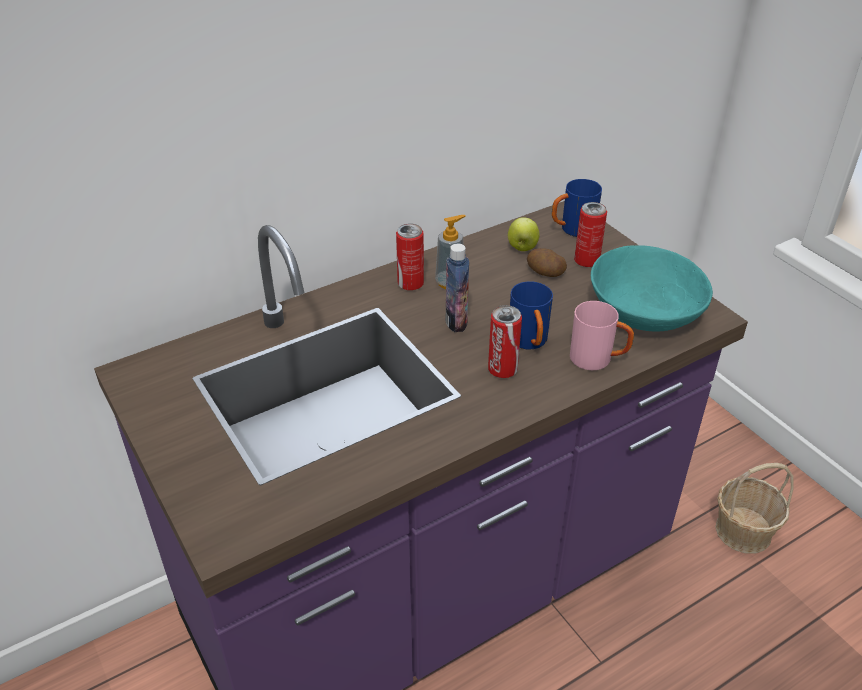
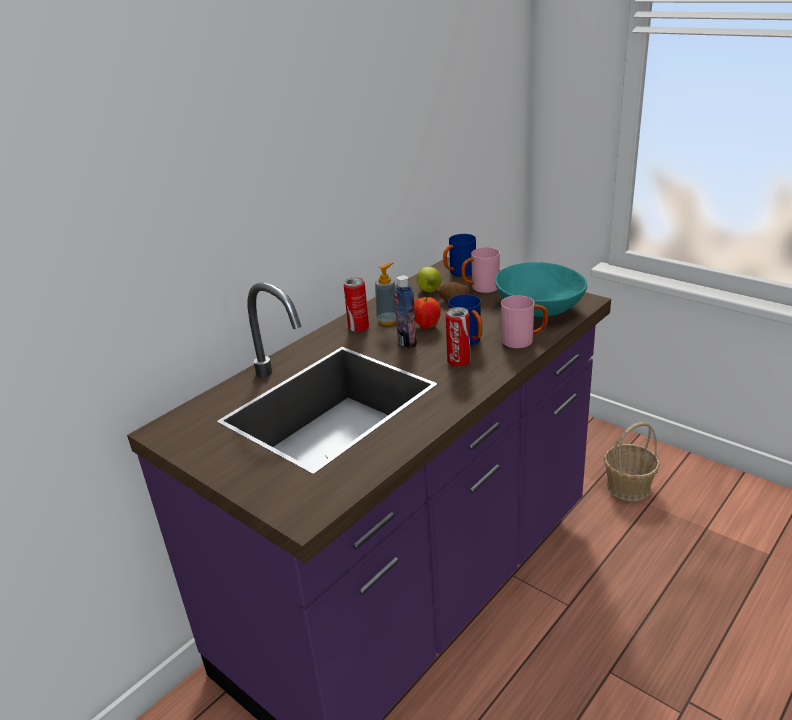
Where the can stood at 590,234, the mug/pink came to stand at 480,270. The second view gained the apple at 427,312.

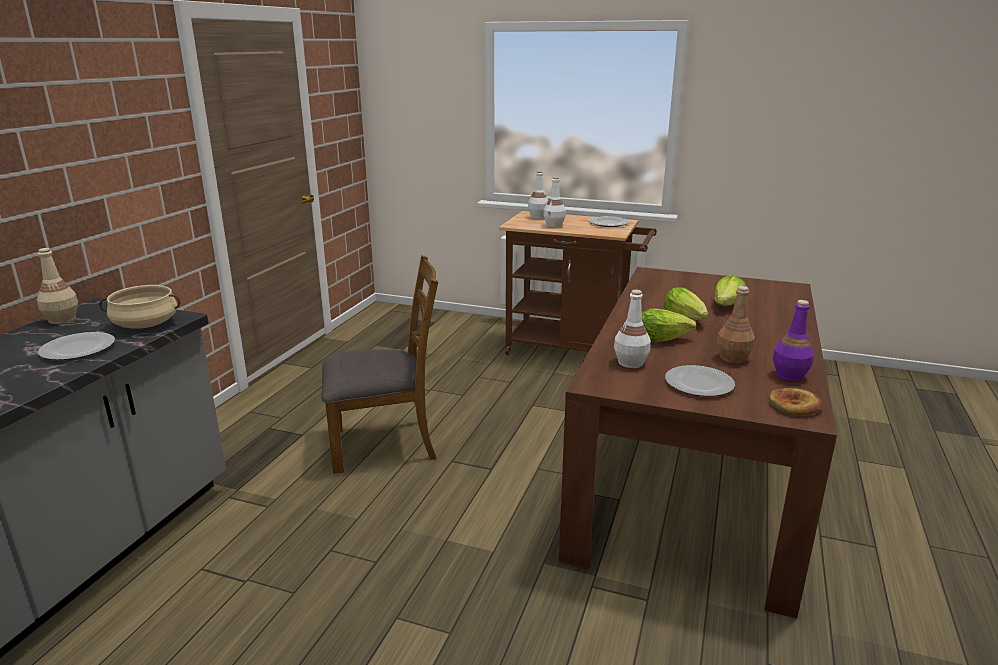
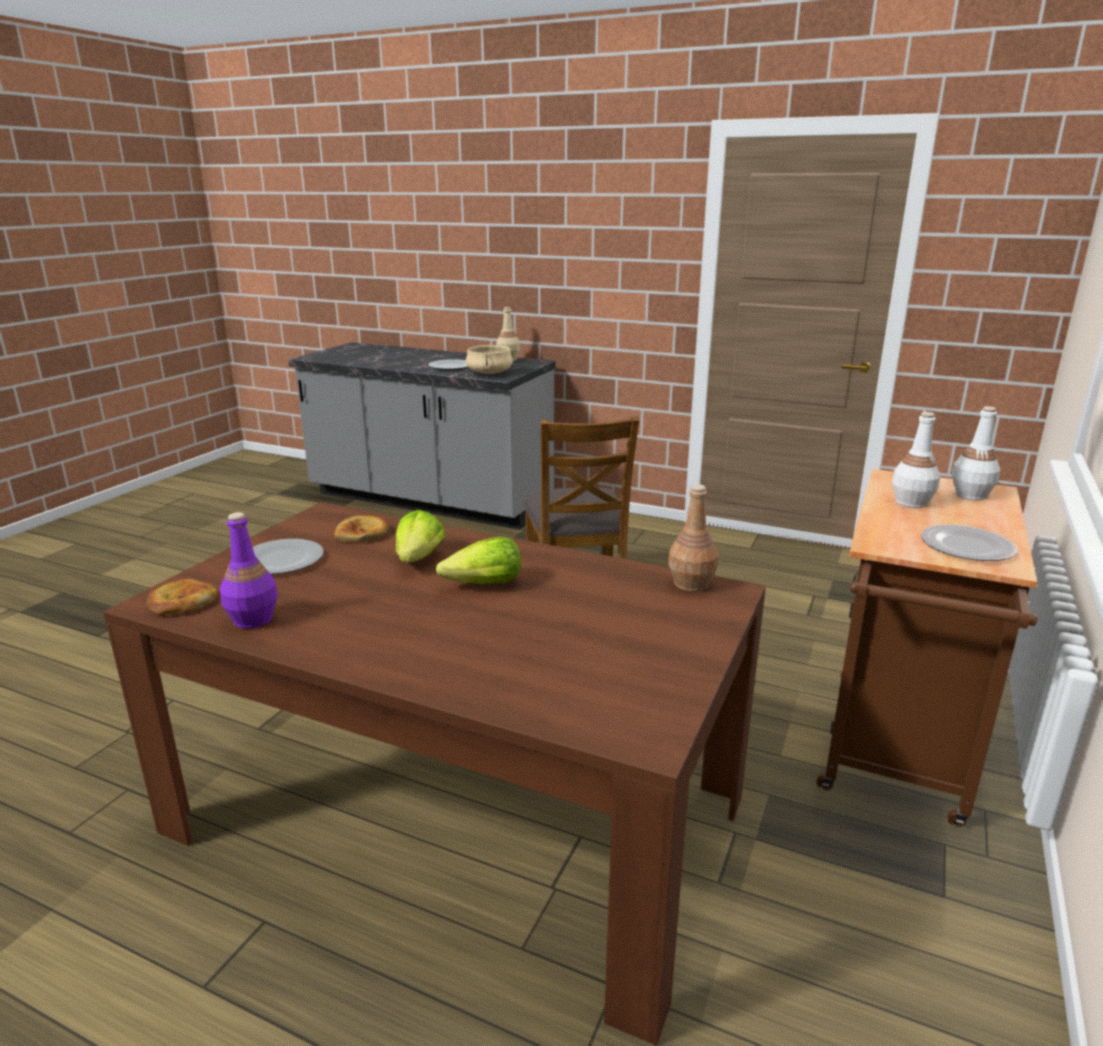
Where the bottle/white stood at 632,329, the bread came to stand at 361,528. The second view lost the lettuce at 730,290. The bottle/brown ended up elsewhere, having gone from 736,325 to 693,538.

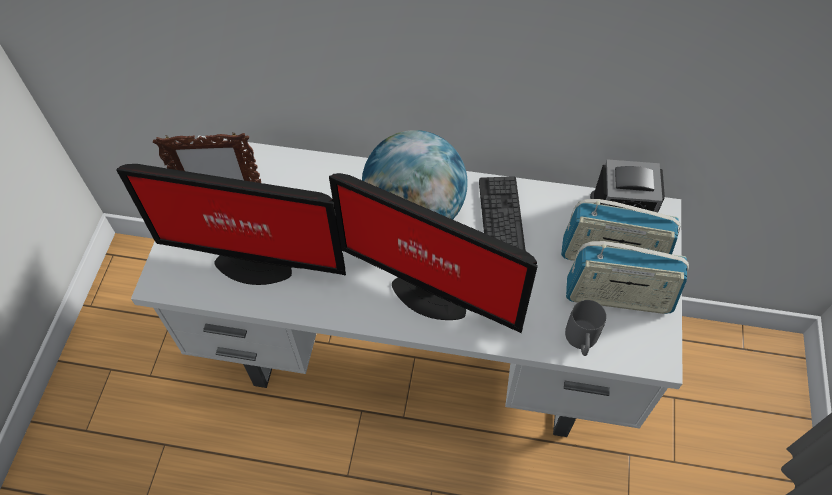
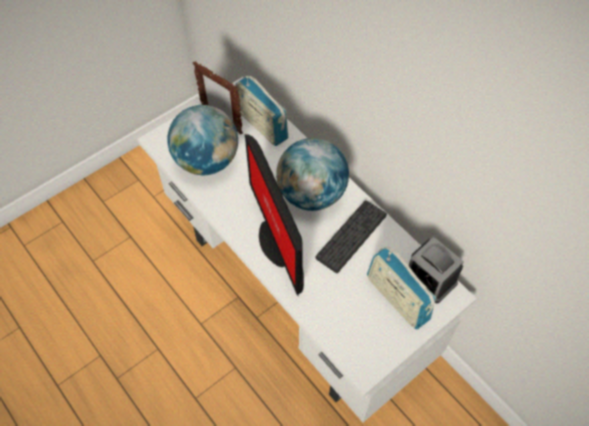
Where the monitor stood at 231,224, the globe came to stand at 202,140. The second view lost the mug/grey at 585,328. The radio ended up elsewhere, having gone from 627,277 to 262,111.

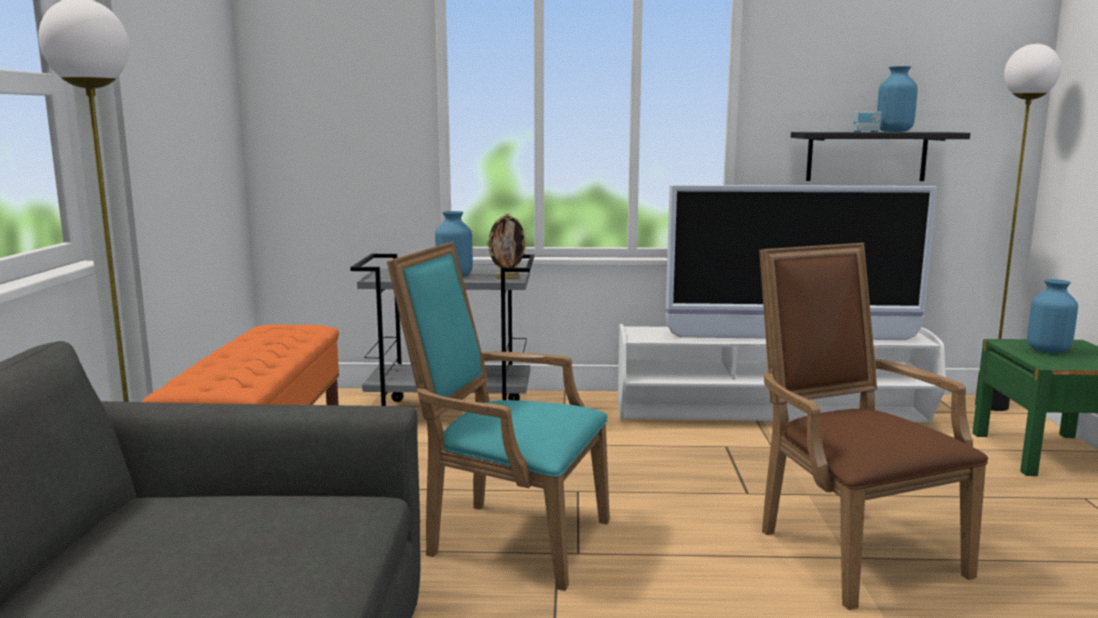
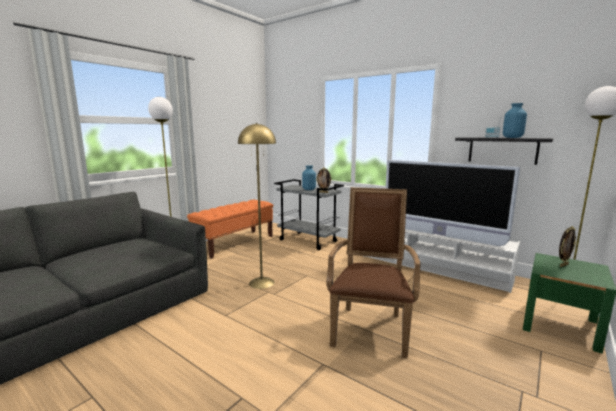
Where the armchair/turquoise stood at 498,416, the floor lamp/yellow came to stand at 257,206. Where the vase/blue stood at 1052,316, the picture frame came to stand at 567,246.

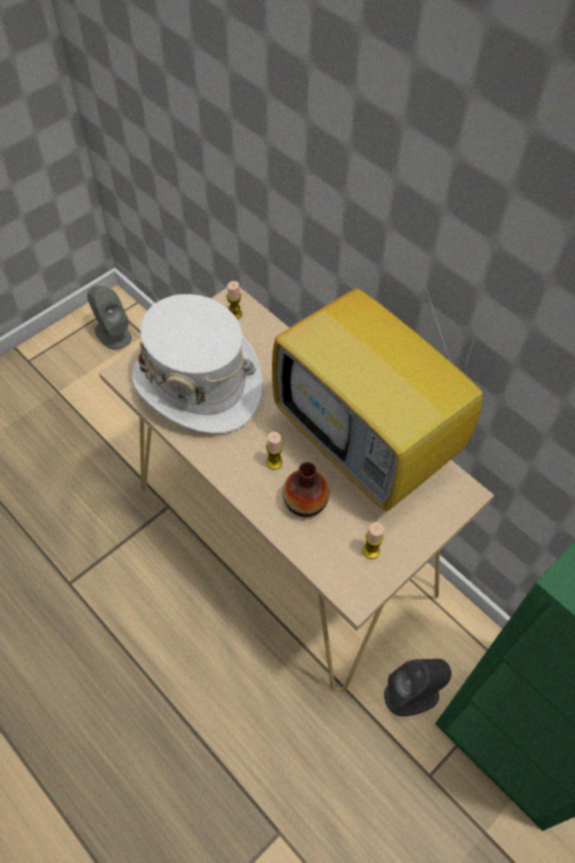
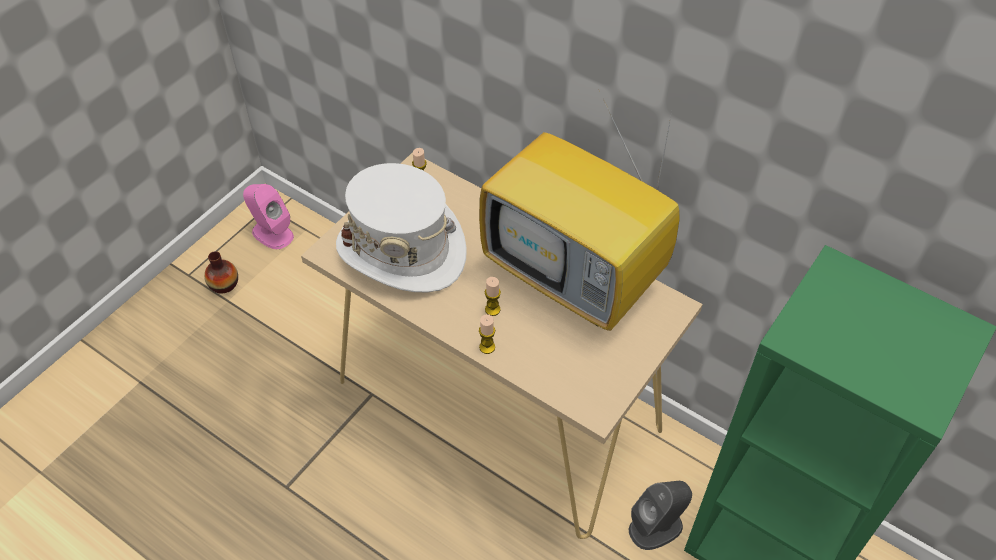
What was the speaker/grey at 109,318 turned into the speaker/pink at 268,216. The vase ended up elsewhere, having gone from 306,489 to 221,272. The candle ended up elsewhere, having gone from 373,540 to 487,334.

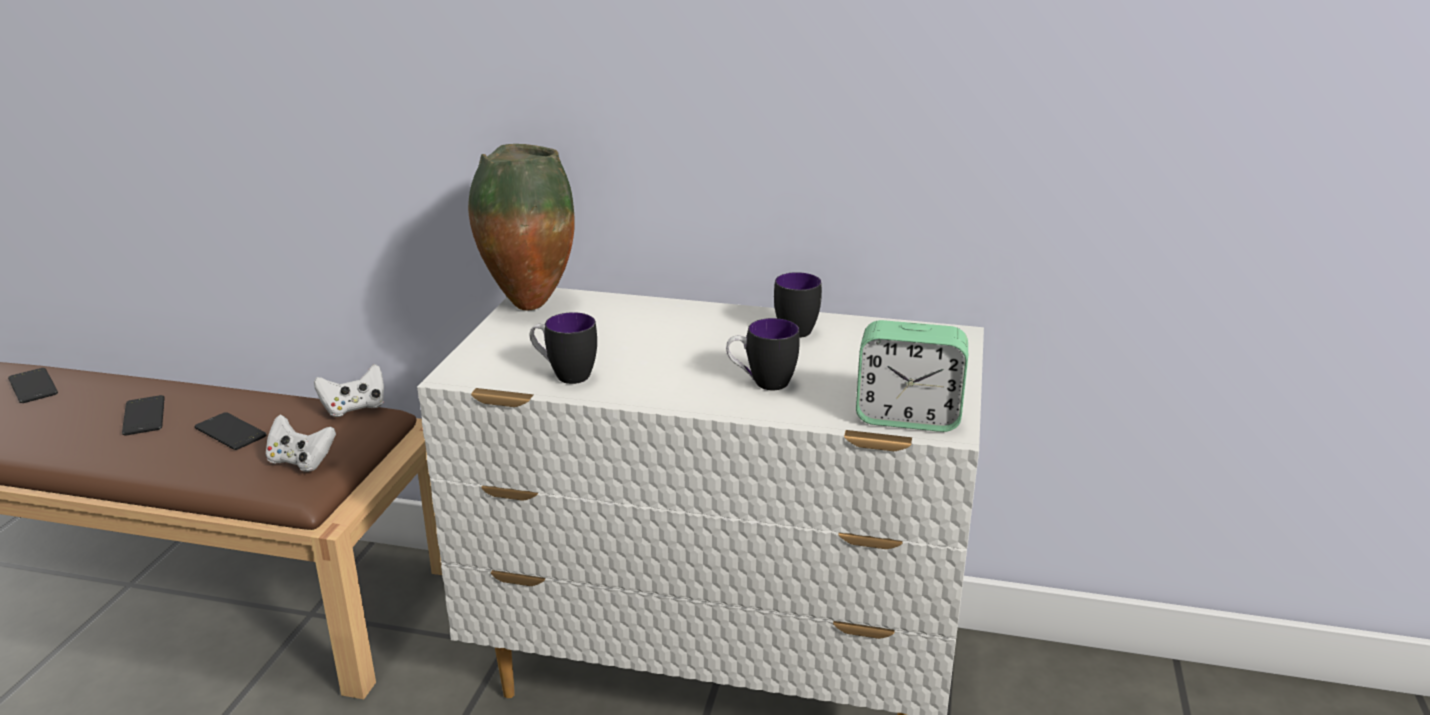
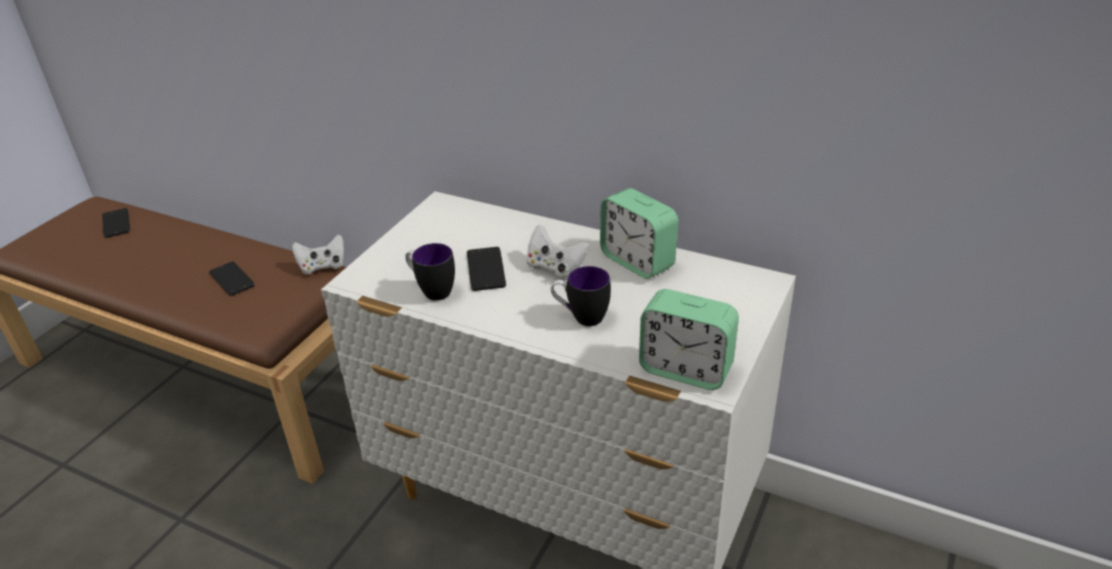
The phone ended up elsewhere, having gone from 143,415 to 486,269. The game controller/white ended up elsewhere, having gone from 301,443 to 558,252. The second view lost the vase at 521,227. Where the mug stood at 798,305, the alarm clock came to stand at 639,233.

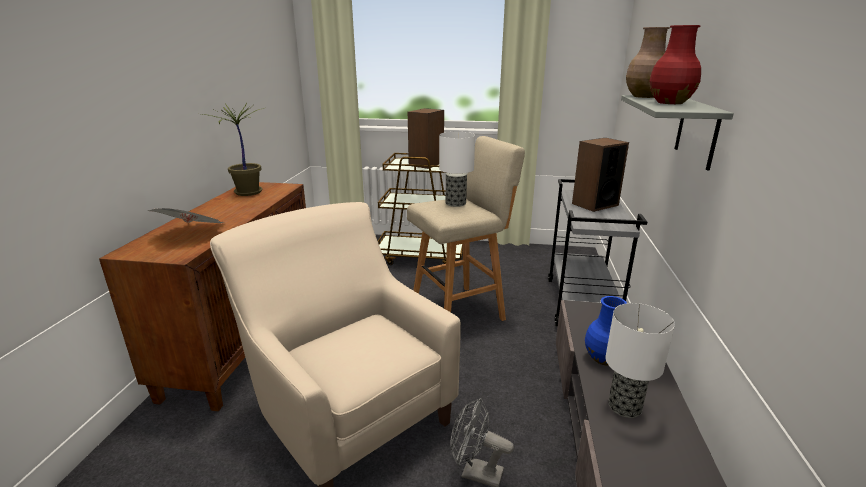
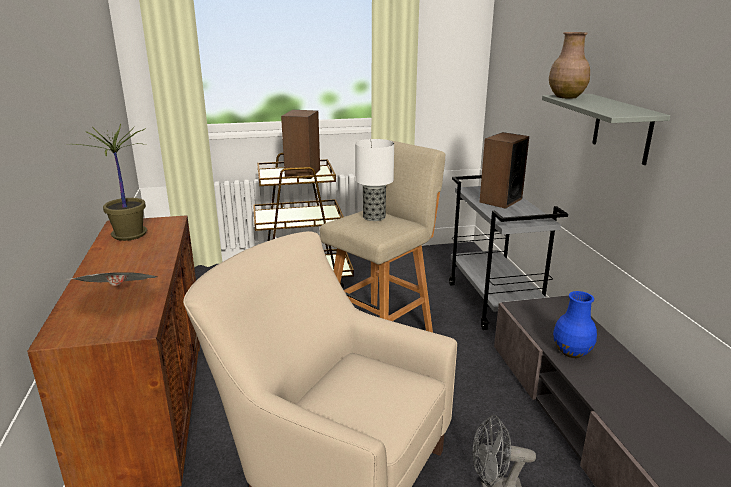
The second view lost the table lamp at 640,360. The second view lost the vase/red at 675,64.

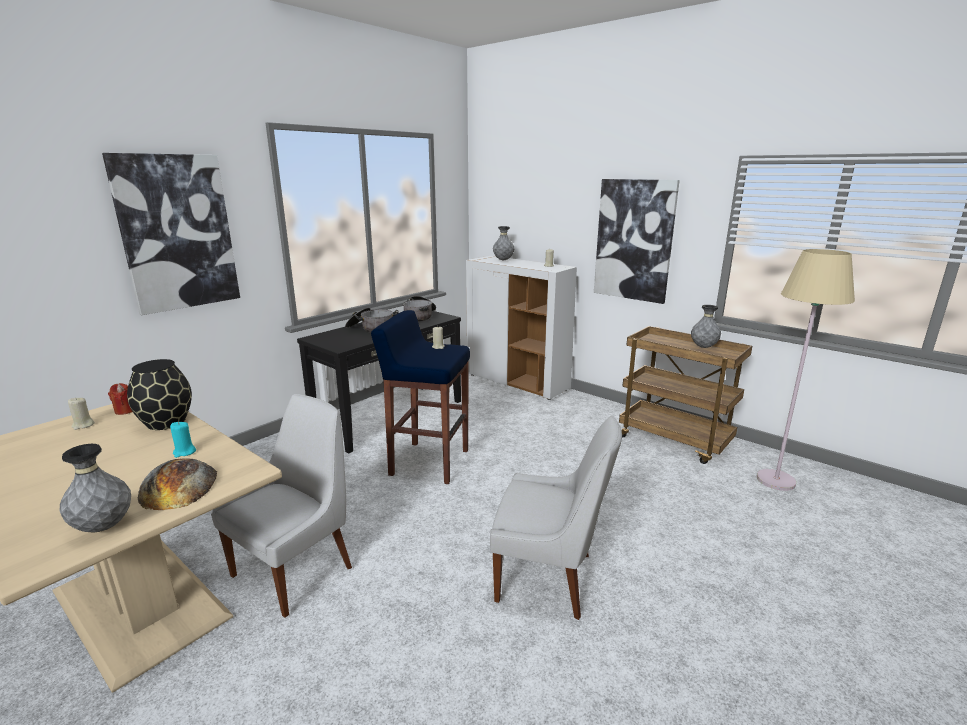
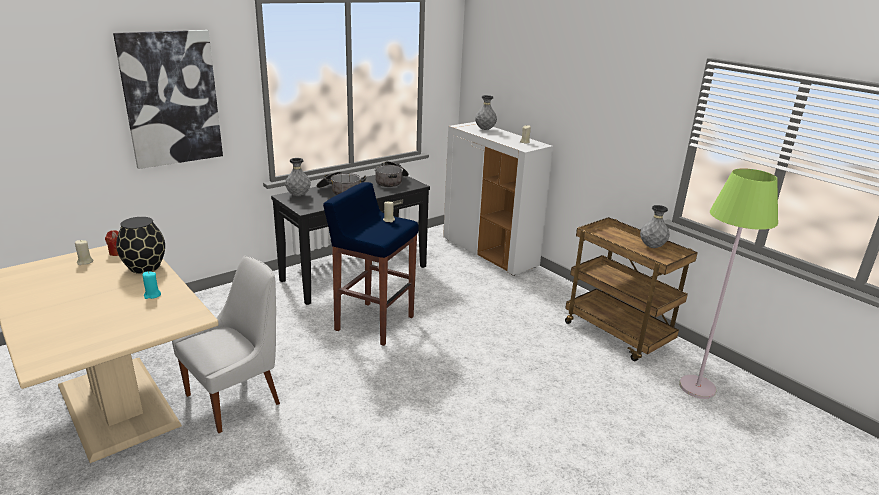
The vase/grey ended up elsewhere, having gone from 95,488 to 298,177. The second view lost the bread at 177,484. The second view lost the chair/white at 556,518. The second view lost the picture at 637,241. What was the floor lamp/beige at 806,370 turned into the floor lamp/green at 728,283.

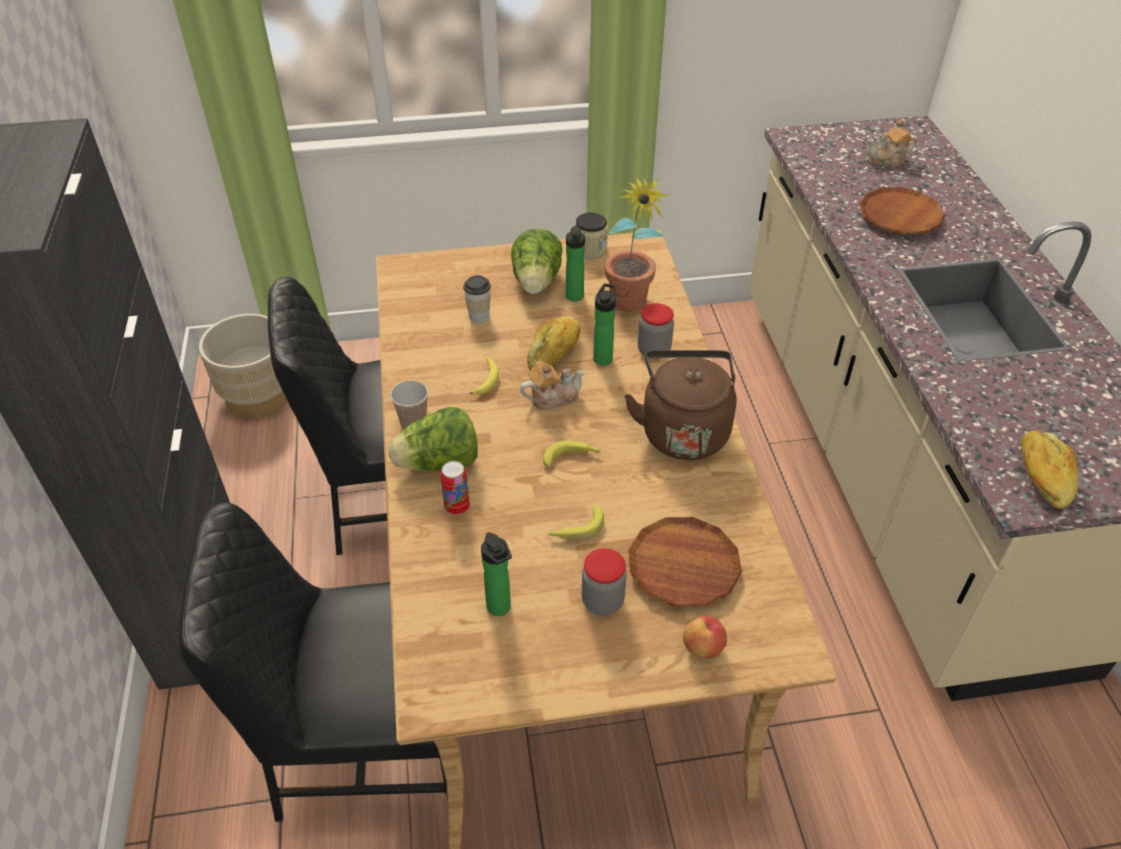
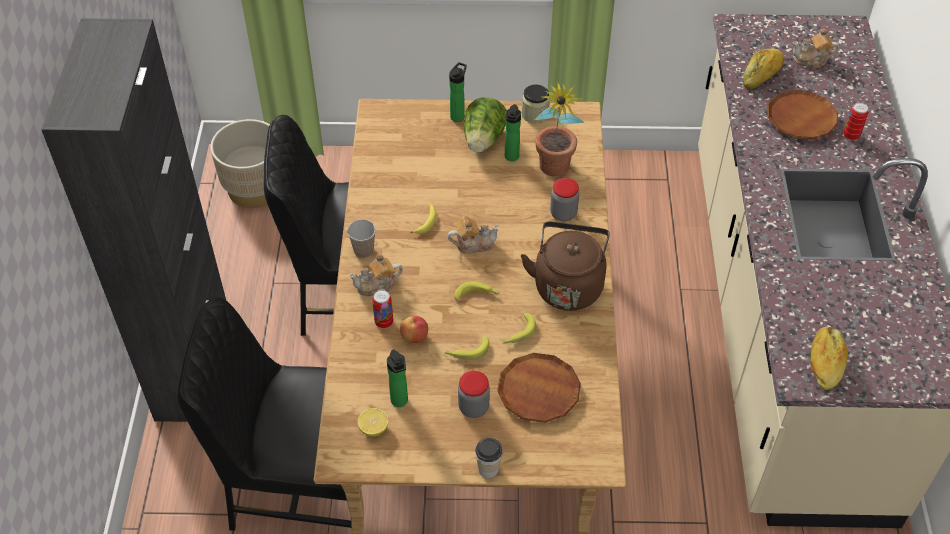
Where the lettuce stood at 433,439, the teapot came to stand at 376,275. The cup ended up elsewhere, having gone from 477,299 to 488,458. The bread ended up elsewhere, having gone from 554,344 to 763,68. The bottle ended up elsewhere, having gone from 604,324 to 458,92. The apple ended up elsewhere, having gone from 705,637 to 414,329. The second view gained the lemon at 373,422. The second view gained the banana at 519,328. The second view gained the can at 856,121.

